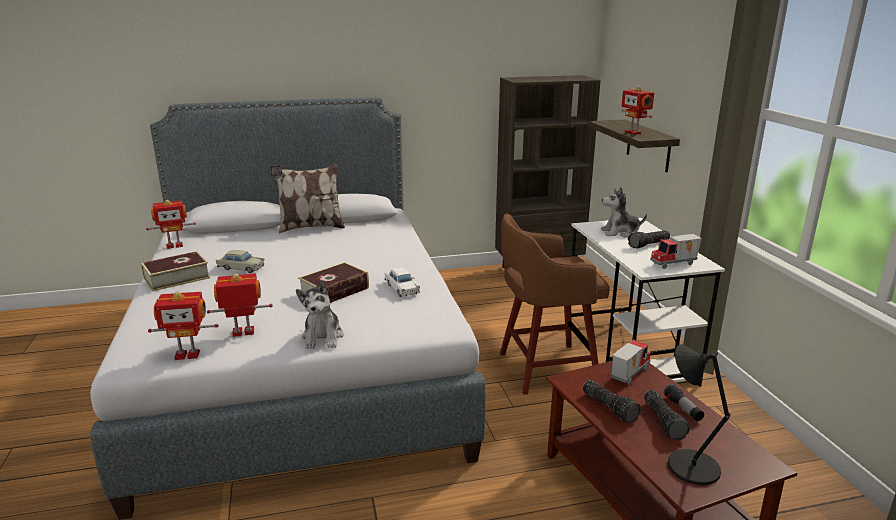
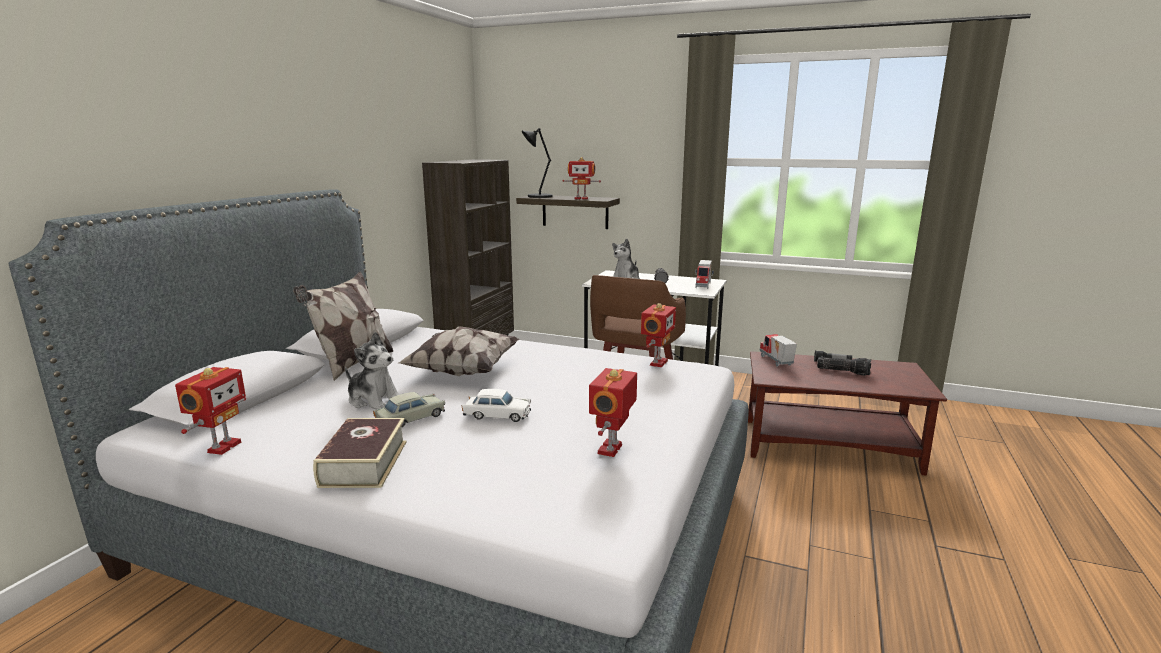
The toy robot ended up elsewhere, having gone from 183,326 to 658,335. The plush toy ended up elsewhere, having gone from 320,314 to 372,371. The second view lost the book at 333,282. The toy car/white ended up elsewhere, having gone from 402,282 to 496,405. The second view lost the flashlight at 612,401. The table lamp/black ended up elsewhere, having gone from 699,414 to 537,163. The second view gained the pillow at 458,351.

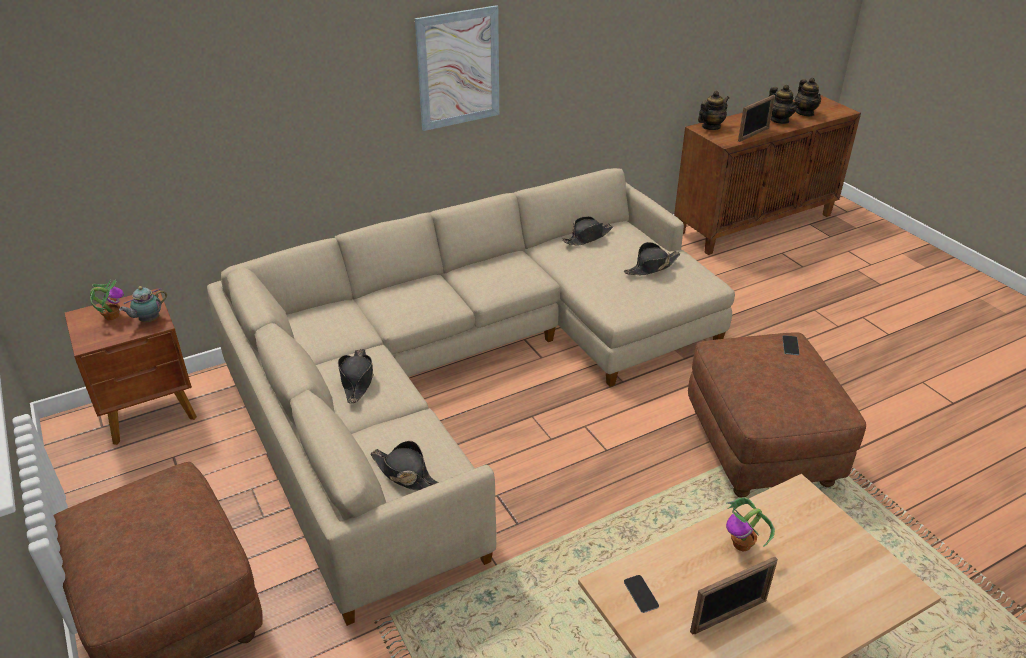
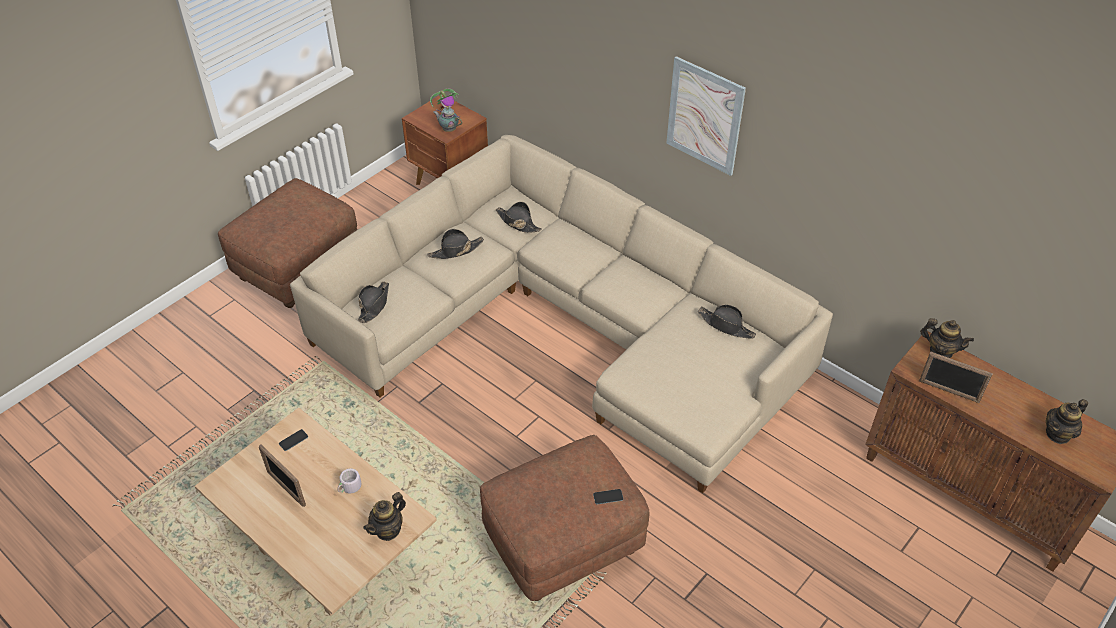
The hat/black ended up elsewhere, having gone from 652,258 to 519,217. Where the potted plant stood at 750,524, the mug/grey came to stand at 352,481. The teapot ended up elsewhere, having gone from 784,104 to 384,516.

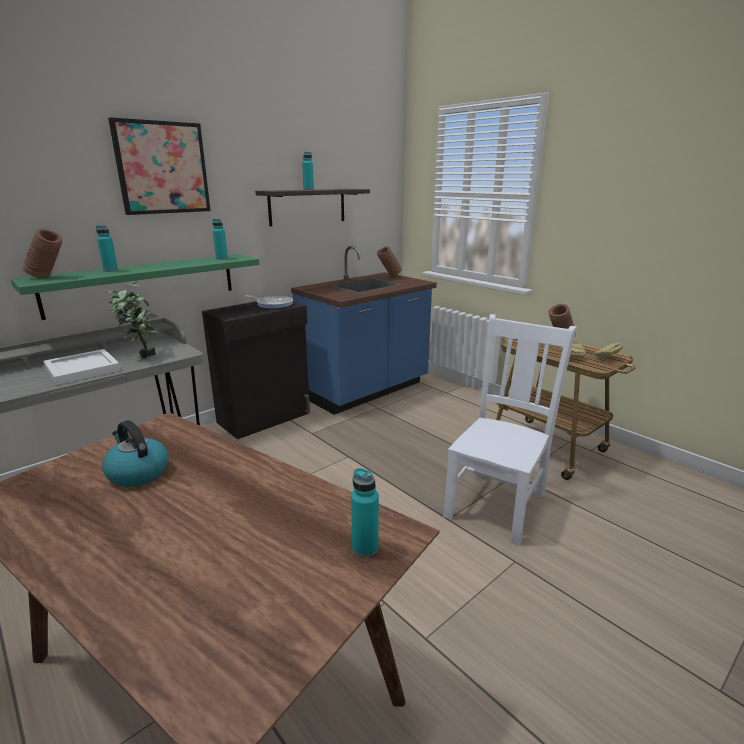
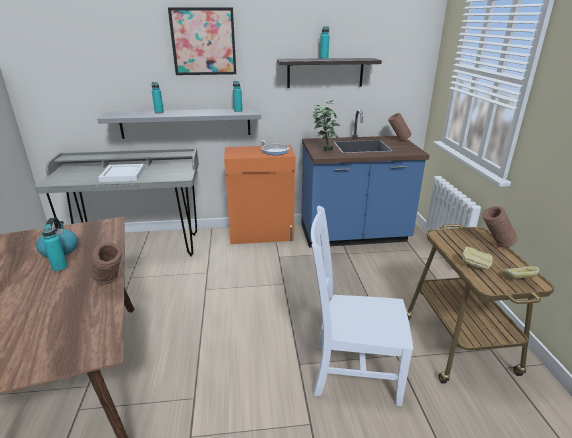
What was the shelf/green at 135,287 turned into the shelf/grey at 179,123. The vase/brown ended up elsewhere, having gone from 42,253 to 106,263. The potted plant ended up elsewhere, having gone from 134,320 to 326,126. What was the cabinet/black at 256,370 turned into the cabinet/orange at 260,194. The bottle/turquoise ended up elsewhere, having gone from 365,512 to 54,248. The chair/white at 510,429 ended up facing another way, 150 degrees counterclockwise from before.

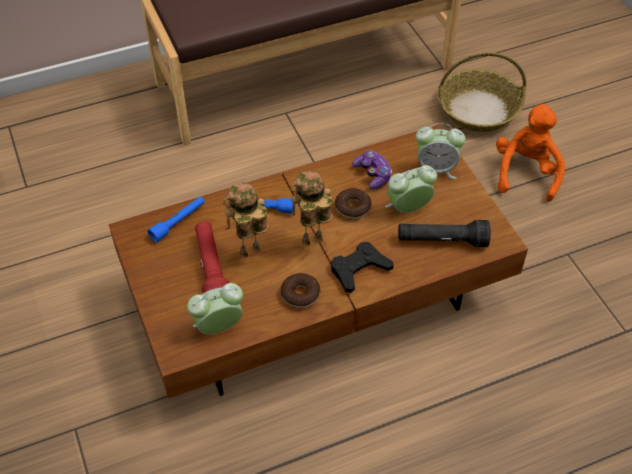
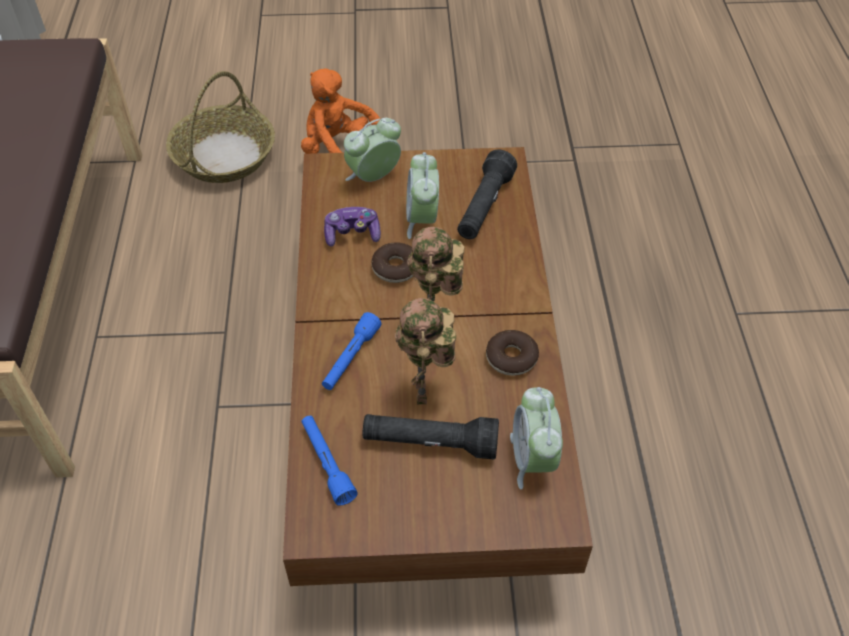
What was the flashlight/red at 212,257 turned into the flashlight/black at 431,437. The second view lost the game controller/black at 362,267. The alarm clock at 441,151 ended up facing another way, 150 degrees counterclockwise from before.

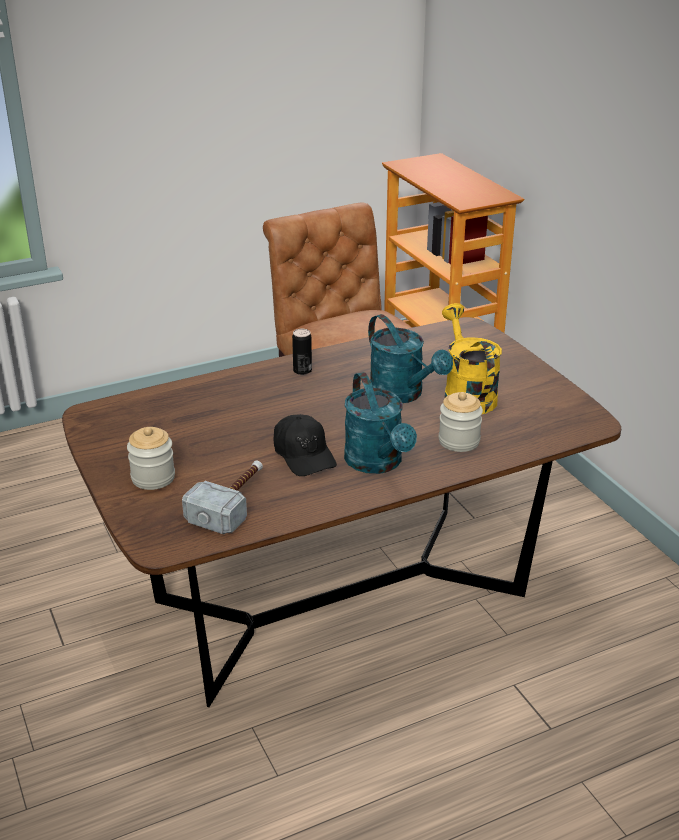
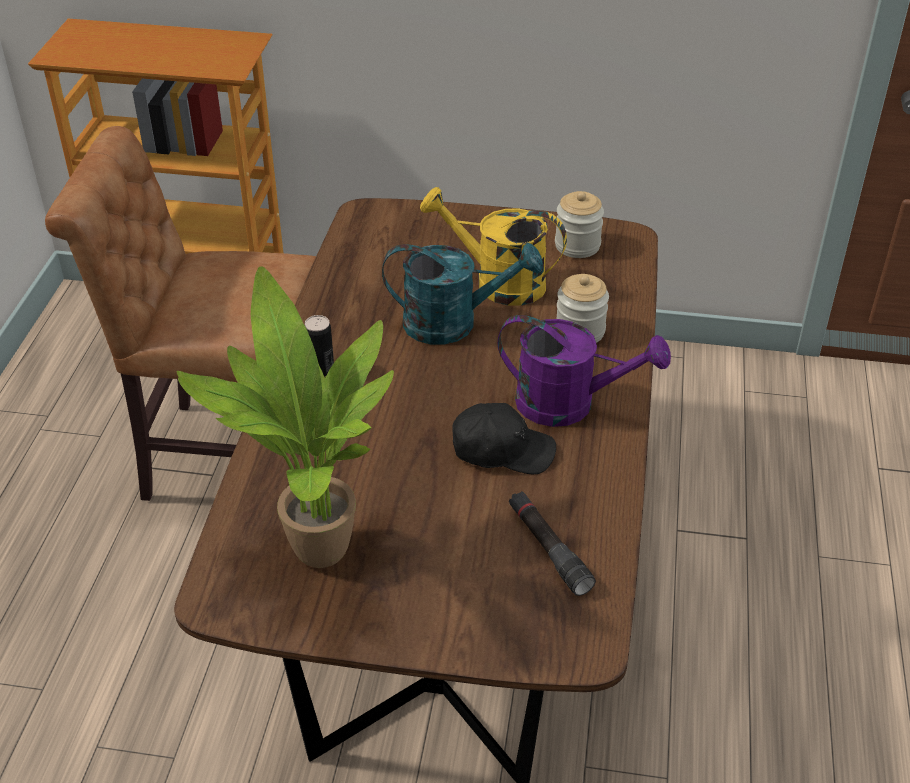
The jar ended up elsewhere, having gone from 151,458 to 579,224. Where the hammer stood at 222,497, the flashlight/black came to stand at 552,543. What was the watering can/turquoise at 380,423 turned into the watering can/purple at 584,371. The second view gained the potted plant at 285,417.

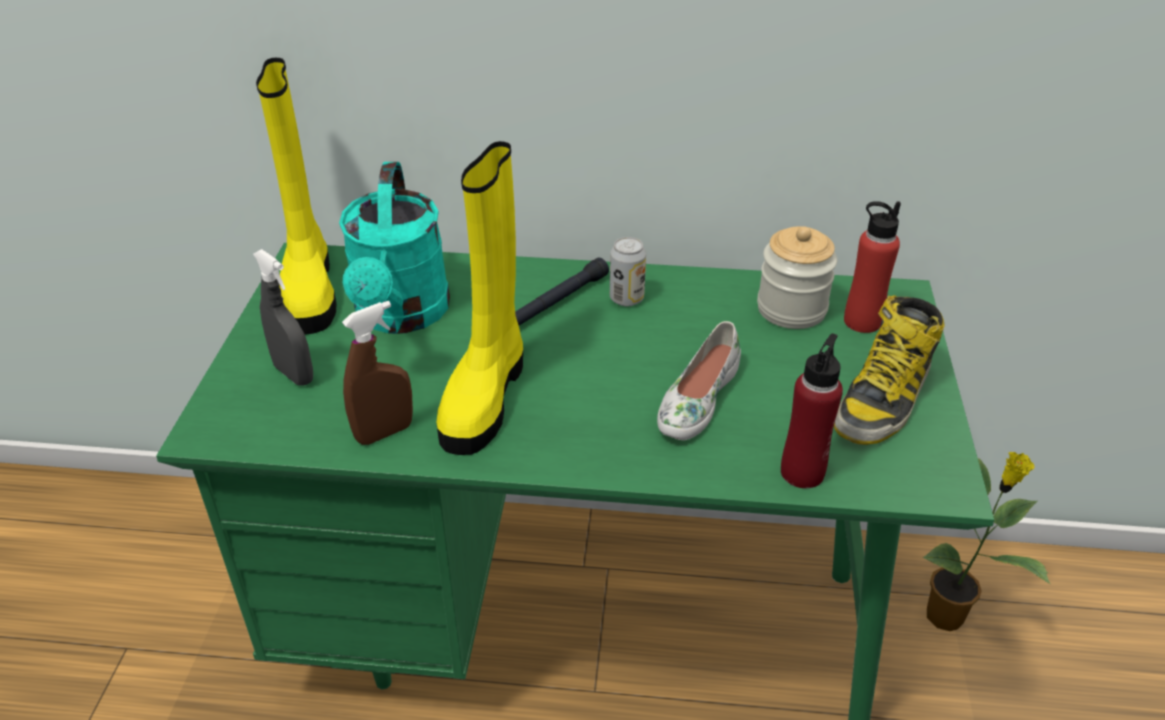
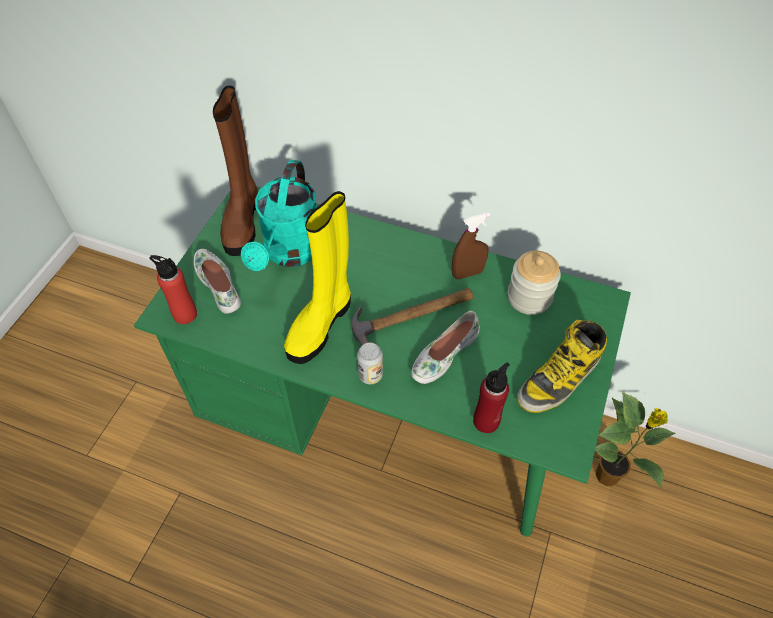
Where the spray bottle/grey stood at 283,317, the shoe/white came to stand at 217,281. What was the boot/yellow at 296,196 turned into the boot/brown at 235,171. The spray bottle/brown ended up elsewhere, having gone from 377,373 to 471,245. The second view lost the flashlight/black at 562,292. The can ended up elsewhere, having gone from 628,271 to 370,363. The bottle/red ended up elsewhere, having gone from 872,267 to 173,289. The second view gained the hammer at 413,317.

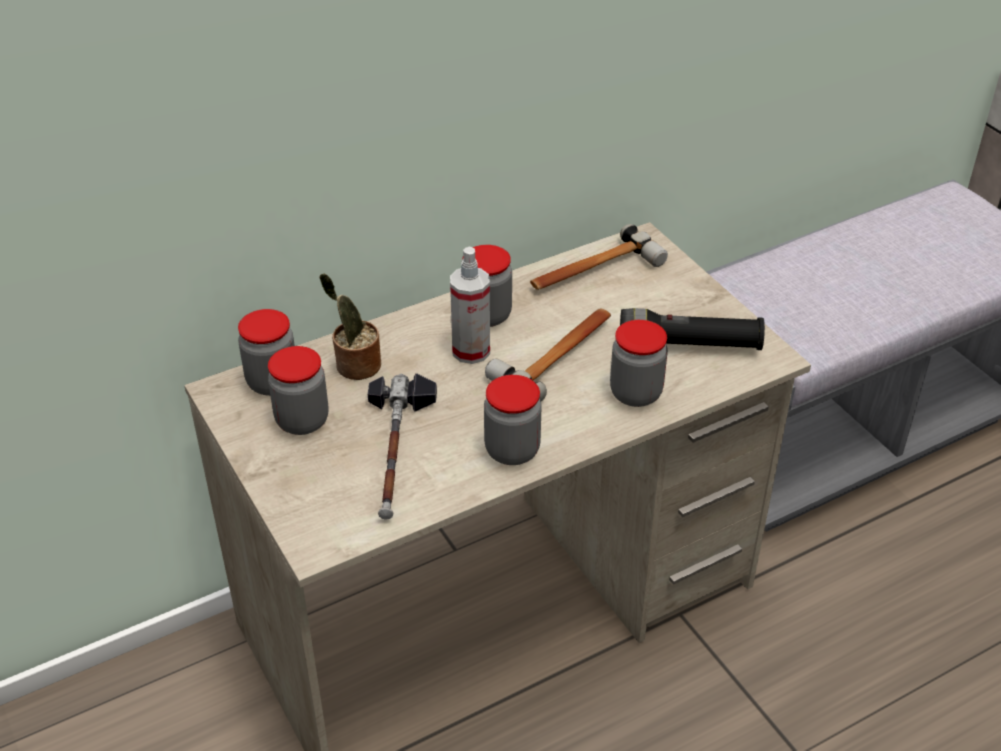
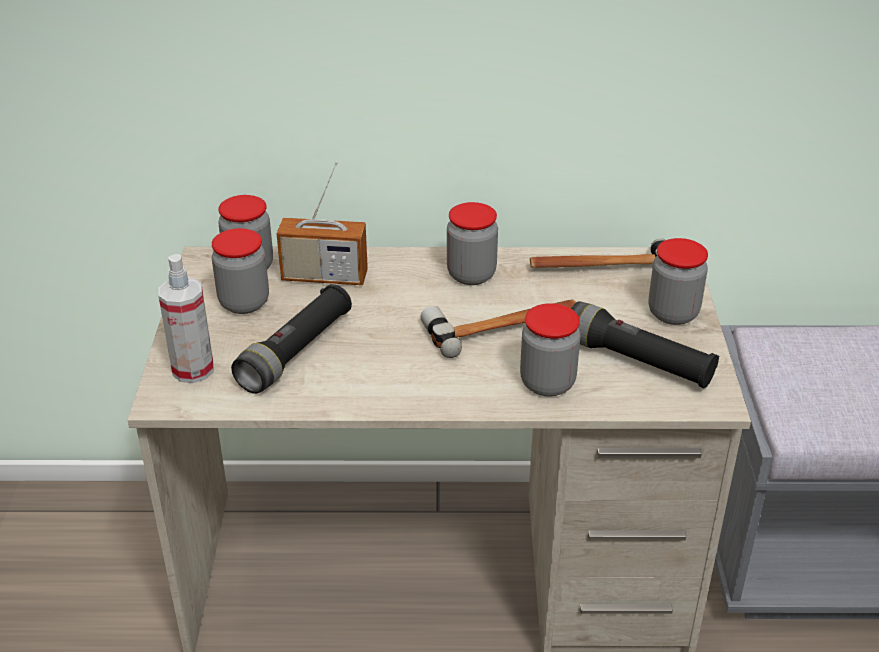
Where the potted plant stood at 350,326, the radio came to stand at 322,223. Where the hammer stood at 402,446, the flashlight/black came to stand at 291,339. The spray bottle ended up elsewhere, having gone from 470,305 to 186,318. The jar ended up elsewhere, having gone from 513,420 to 678,281.

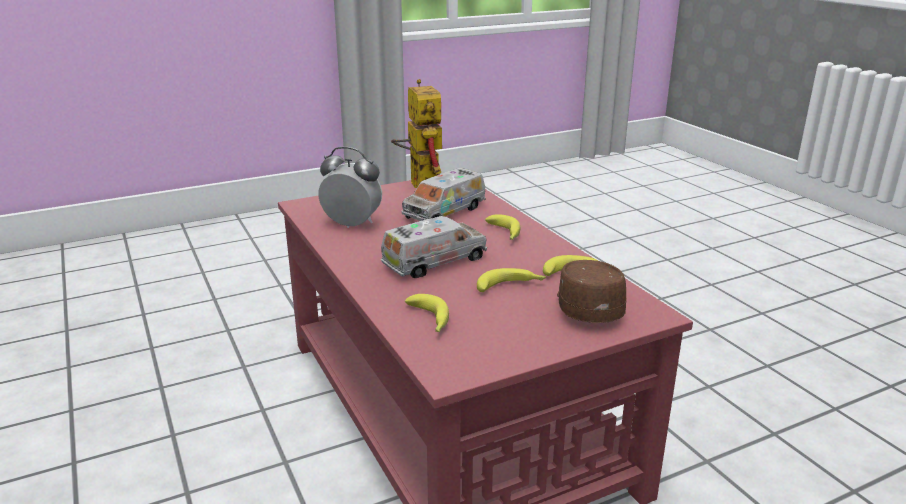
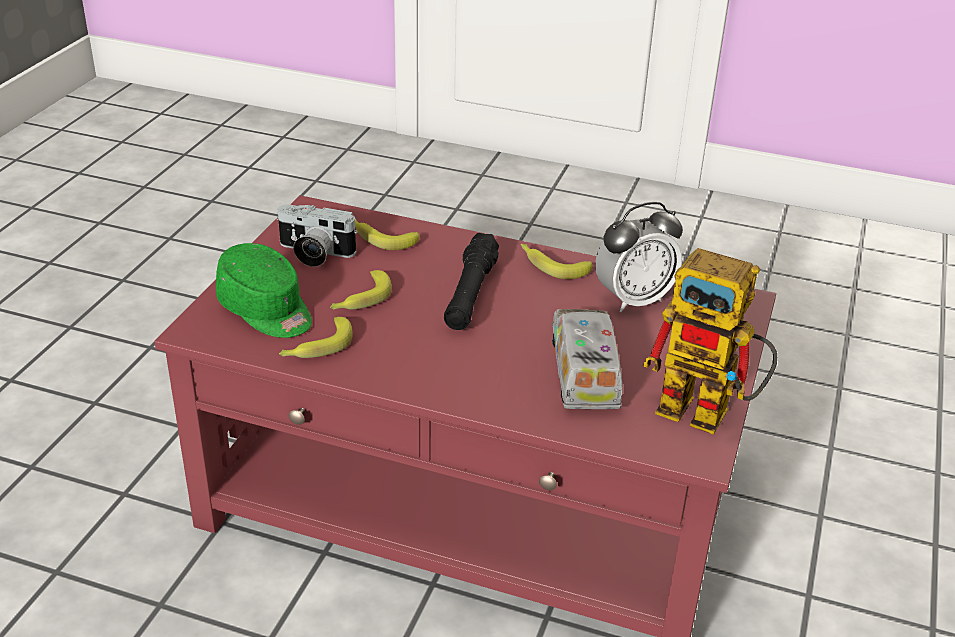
Where the toy truck stood at 434,247, the flashlight/black came to stand at 471,281. The banana ended up elsewhere, having gone from 502,227 to 556,261. What was the cap/brown at 592,291 turned into the cap/green at 264,290. The second view gained the photo camera at 317,235.

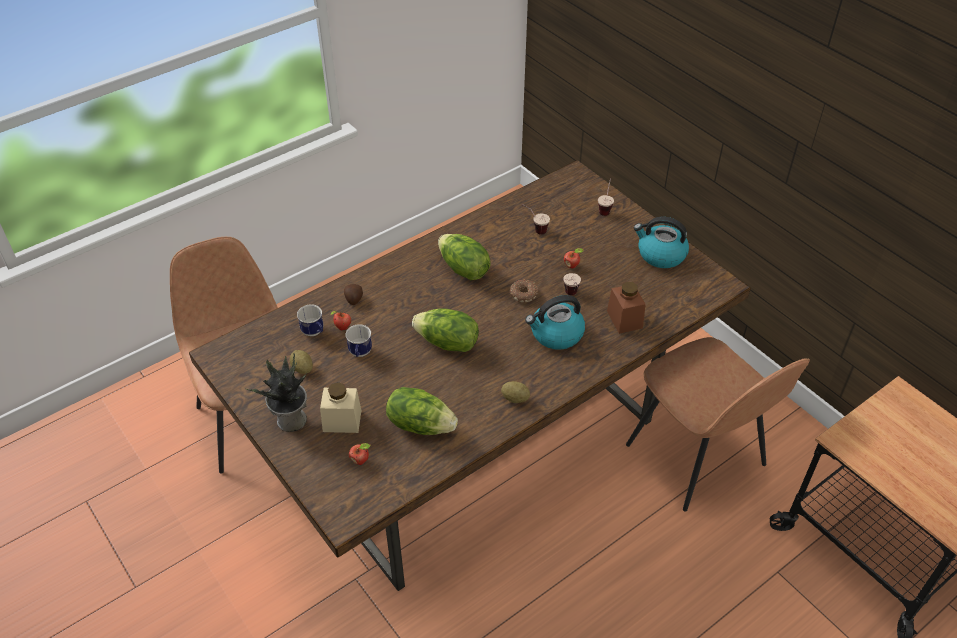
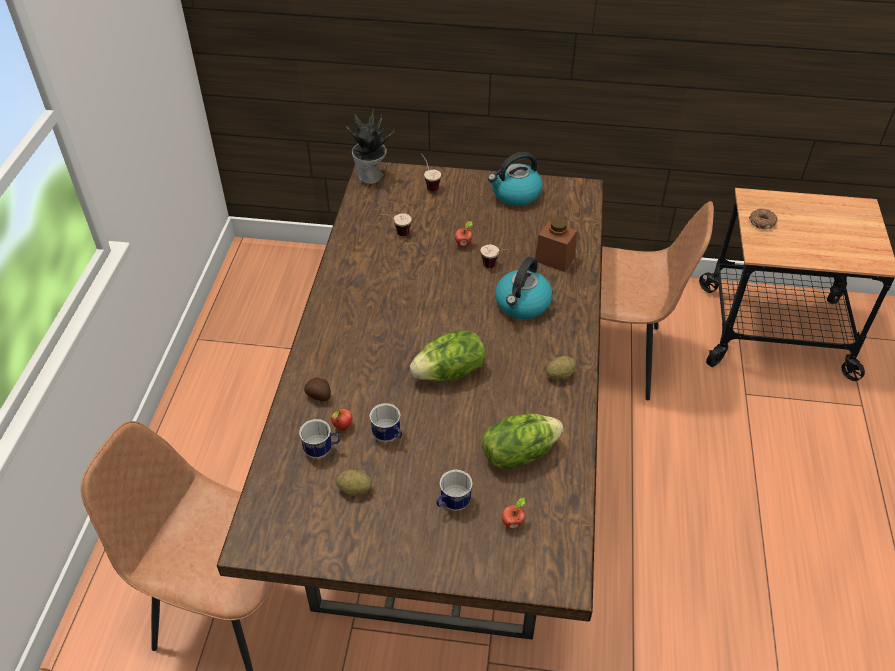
The potted plant ended up elsewhere, having gone from 276,392 to 370,146. Where the jar/beige stood at 340,407, the mug came to stand at 454,490. The second view lost the lettuce at 464,257. The donut ended up elsewhere, having gone from 524,290 to 763,219.

